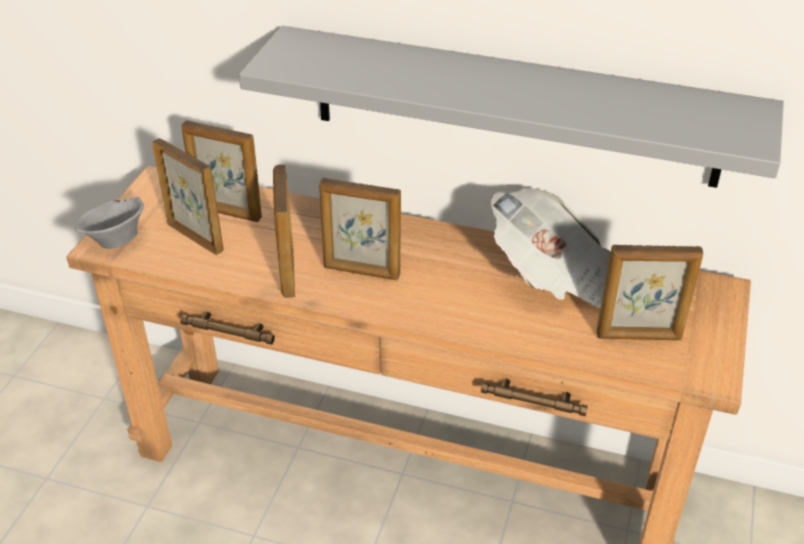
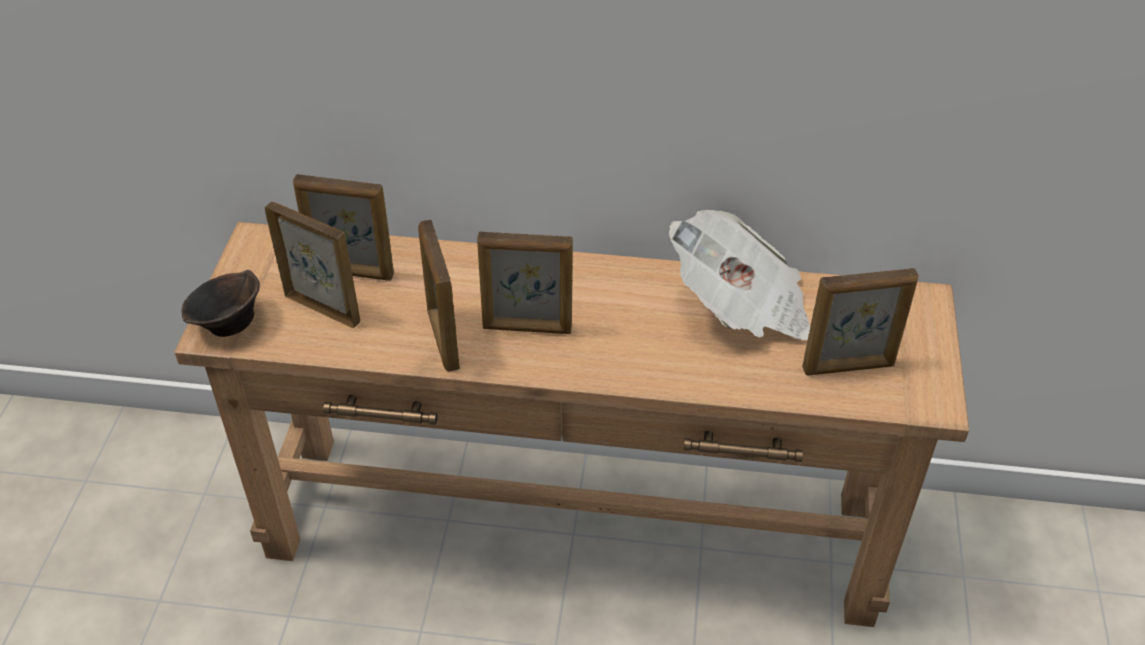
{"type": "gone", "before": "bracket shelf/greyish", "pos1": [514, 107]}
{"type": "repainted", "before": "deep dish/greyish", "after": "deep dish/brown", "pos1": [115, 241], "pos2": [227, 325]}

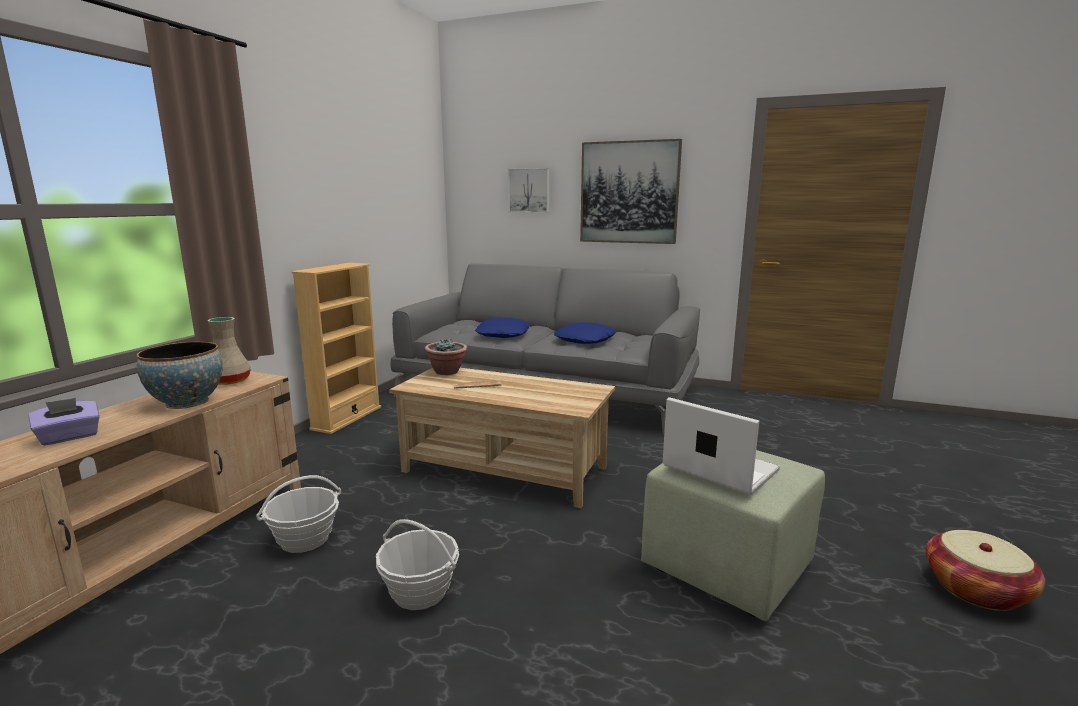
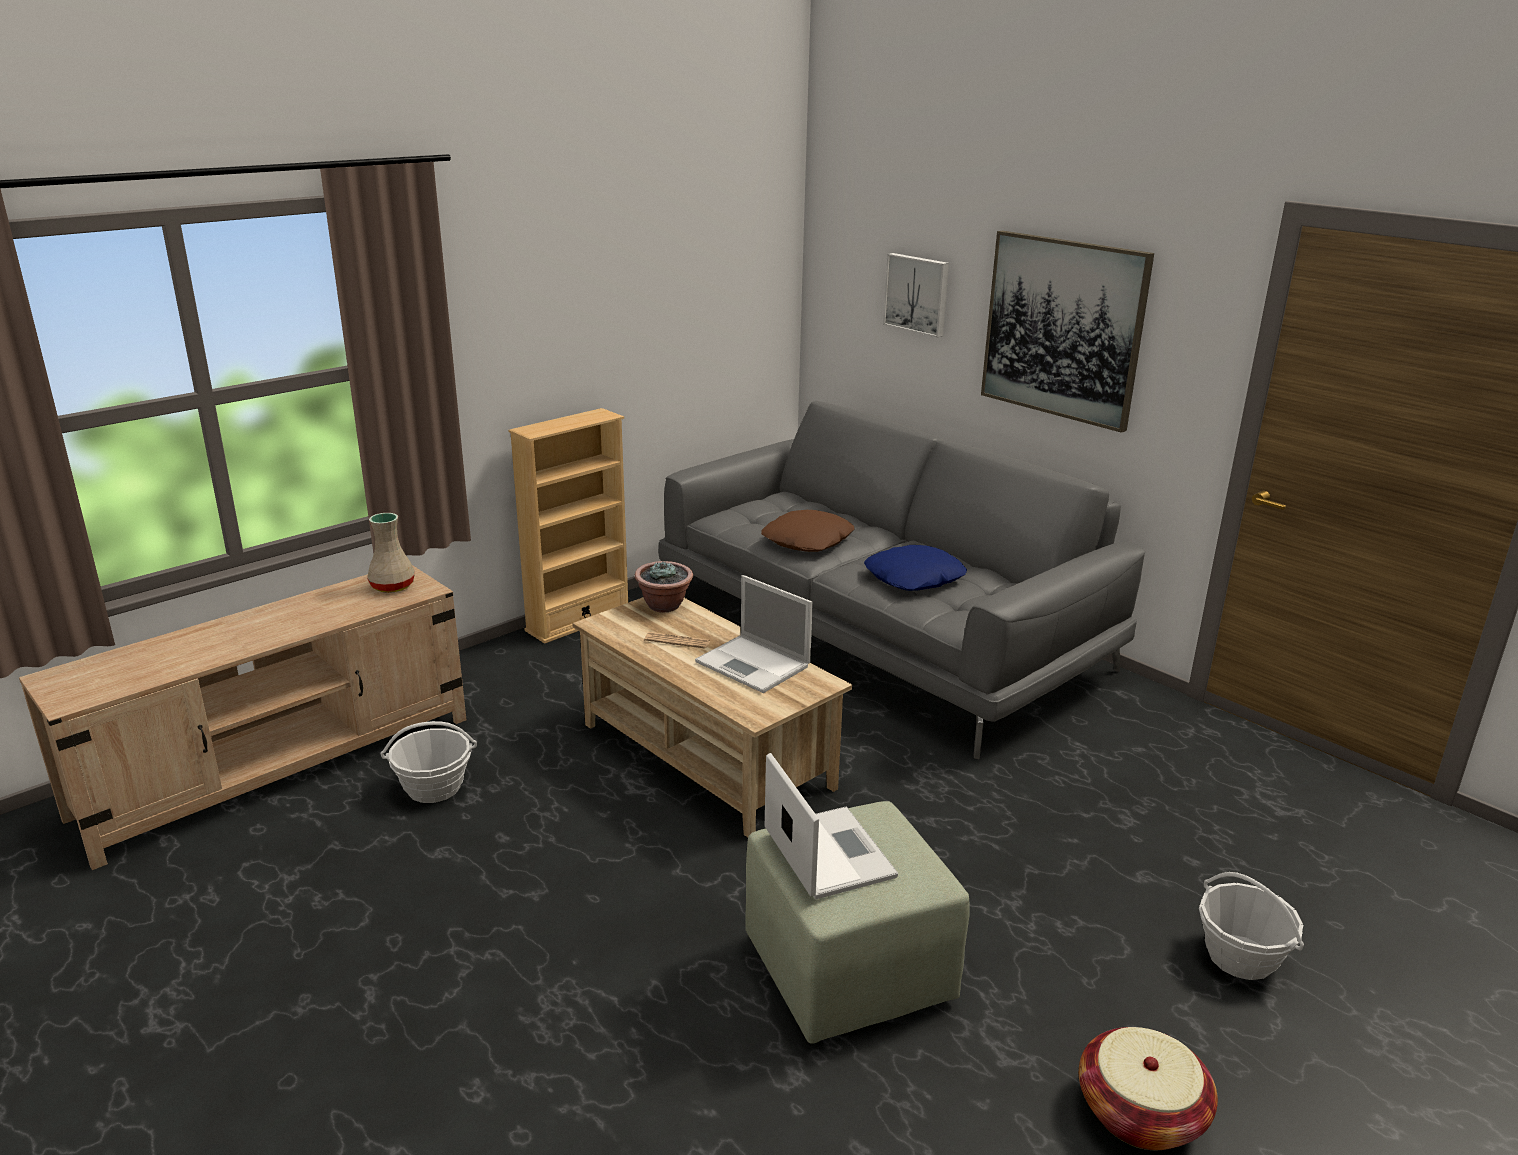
{"type": "gone", "before": "tissue holder/purplish", "pos1": [69, 437]}
{"type": "gone", "before": "deep dish", "pos1": [187, 402]}
{"type": "new", "after": "notebook computer", "pos2": [754, 665]}
{"type": "shifted", "before": "storage basket", "pos1": [420, 592], "pos2": [1240, 957]}
{"type": "repainted", "before": "cushion/blue-coloured", "after": "cushion/brown", "pos1": [503, 334], "pos2": [808, 540]}

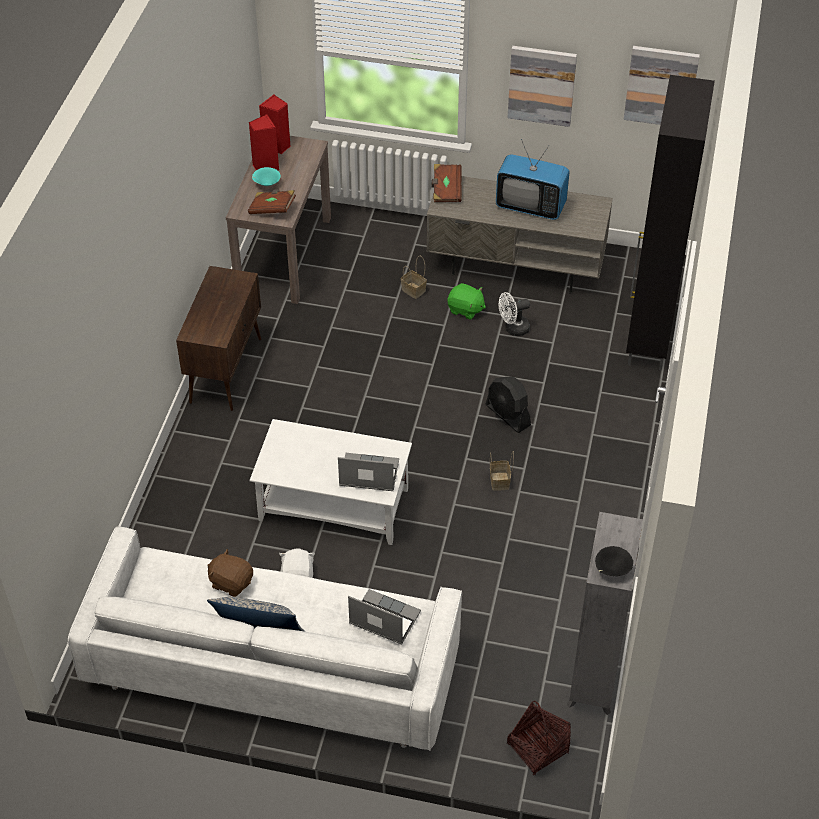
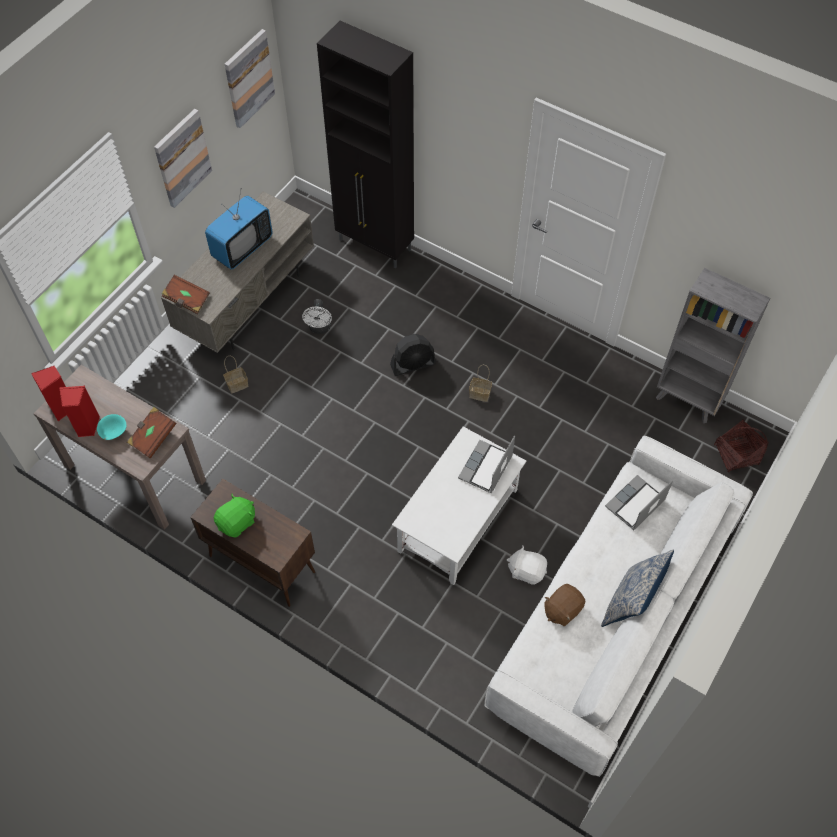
{"type": "gone", "before": "deep dish/blackish", "pos1": [612, 569]}
{"type": "shifted", "before": "plush toy/greenish", "pos1": [465, 309], "pos2": [237, 522]}

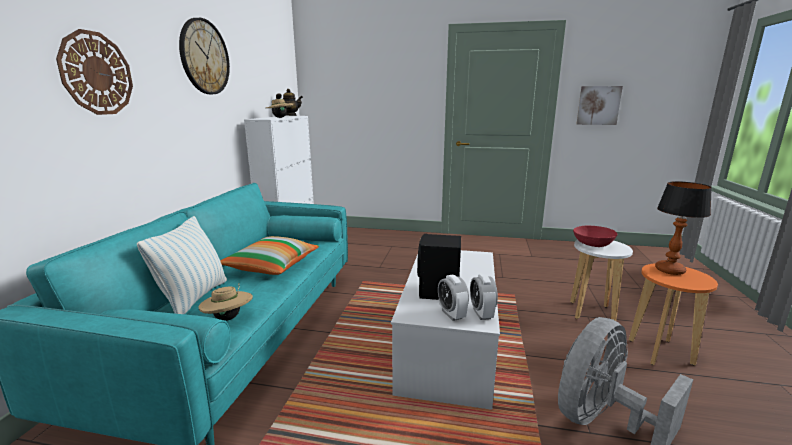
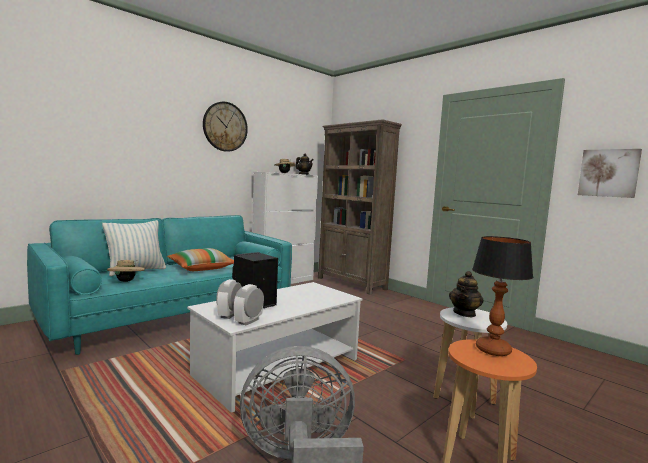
{"type": "gone", "before": "wall clock", "pos1": [96, 73]}
{"type": "new", "after": "bookshelf/brown", "pos2": [351, 283]}
{"type": "swapped", "before": "deep dish/red", "after": "teapot", "pos1": [593, 244], "pos2": [464, 313]}

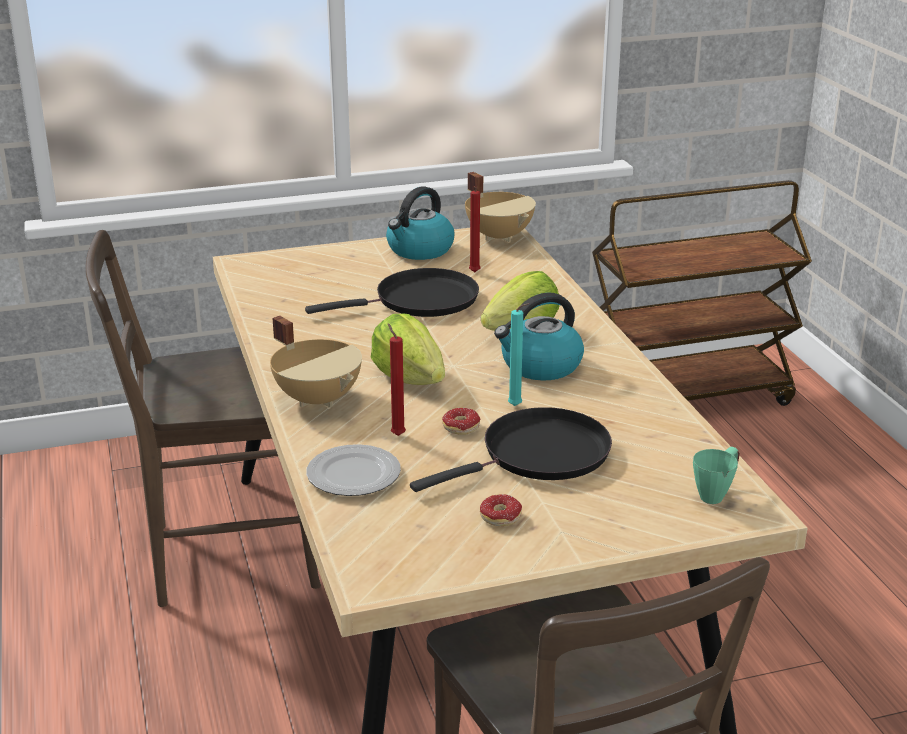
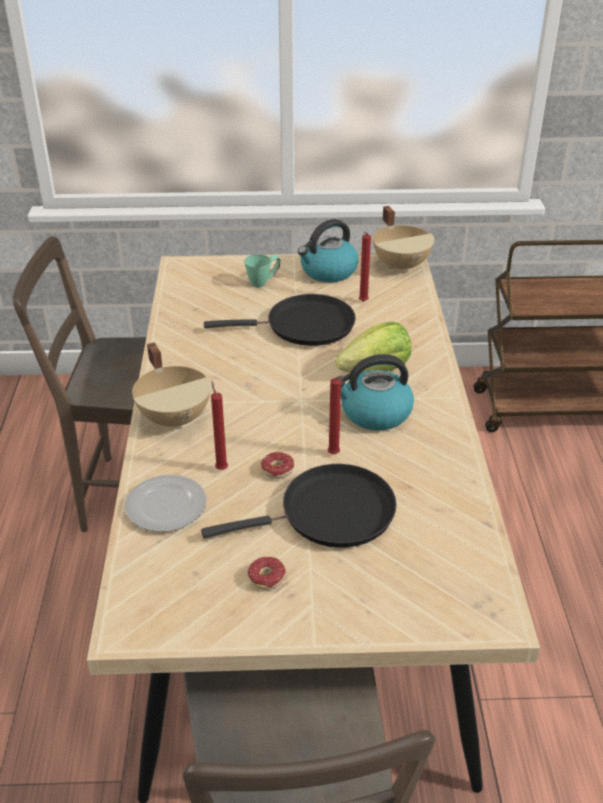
{"type": "gone", "before": "head of lettuce", "pos1": [410, 378]}
{"type": "shifted", "before": "mug/greenish", "pos1": [716, 493], "pos2": [263, 282]}
{"type": "repainted", "before": "wax light/blue-green", "after": "wax light/red", "pos1": [517, 406], "pos2": [335, 455]}

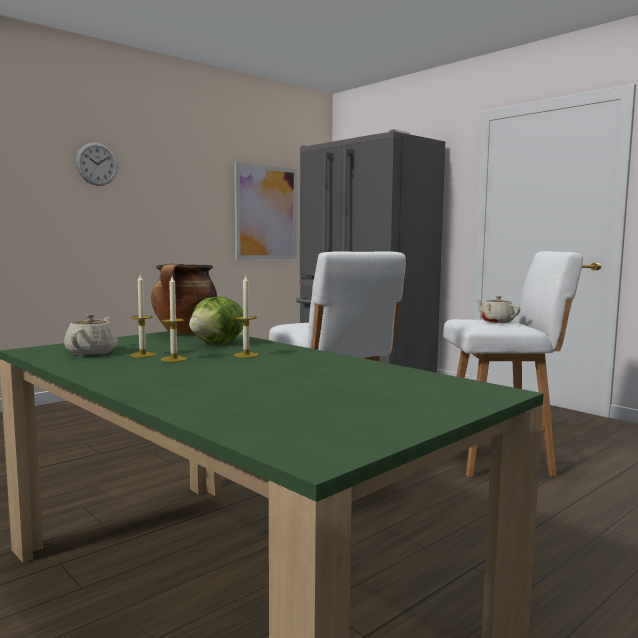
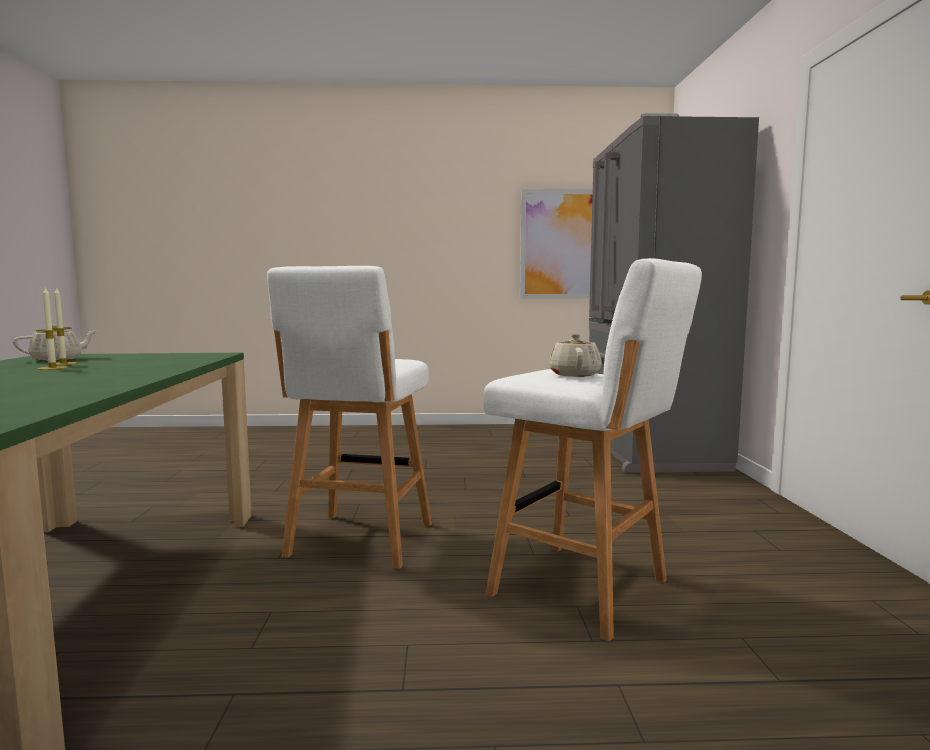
{"type": "gone", "before": "wall clock", "pos1": [97, 164]}
{"type": "gone", "before": "stockpot", "pos1": [185, 333]}
{"type": "gone", "before": "head of lettuce", "pos1": [218, 343]}
{"type": "gone", "before": "wax light", "pos1": [246, 355]}

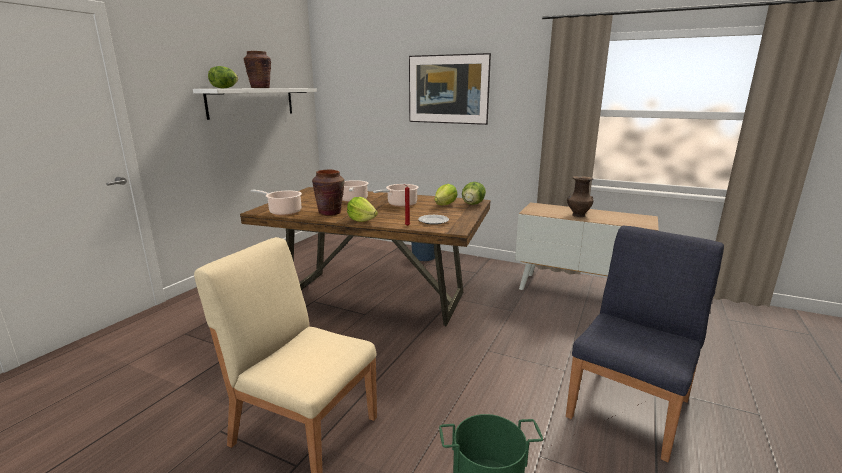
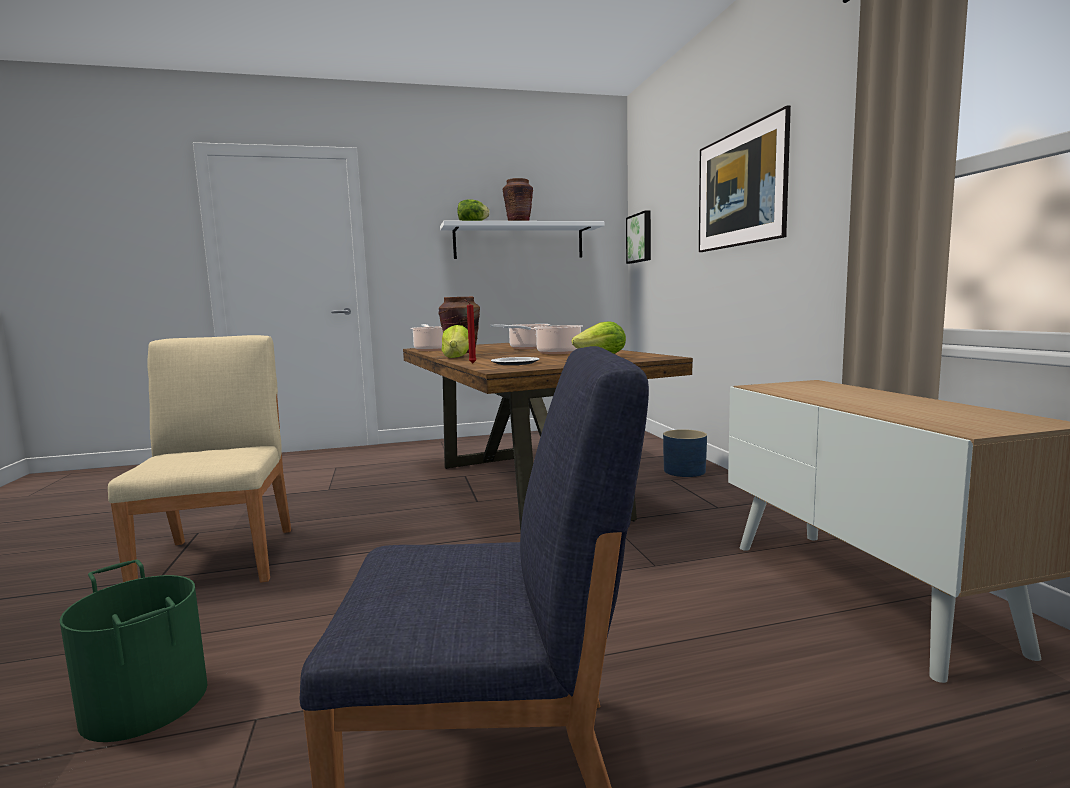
{"type": "gone", "before": "head of lettuce", "pos1": [472, 204]}
{"type": "gone", "before": "decorative vase/brown", "pos1": [577, 215]}
{"type": "new", "after": "wall art", "pos2": [640, 238]}

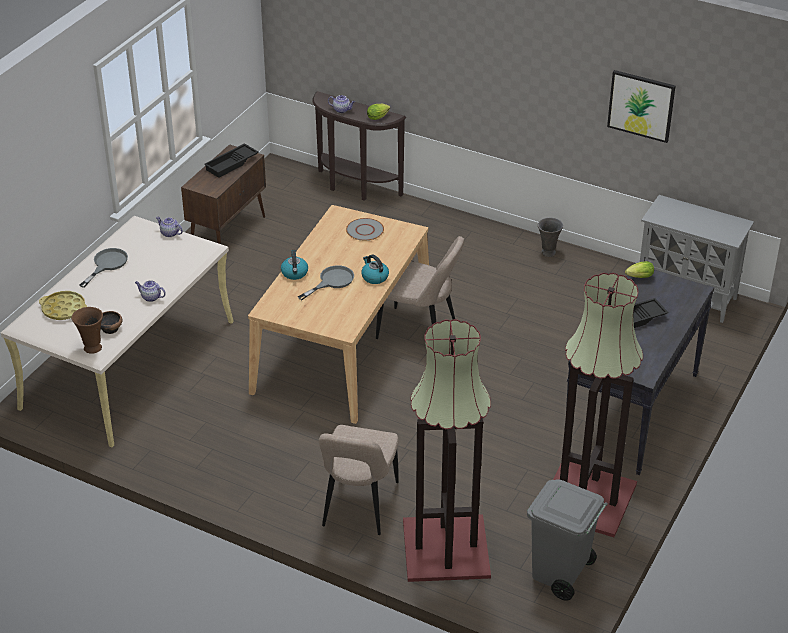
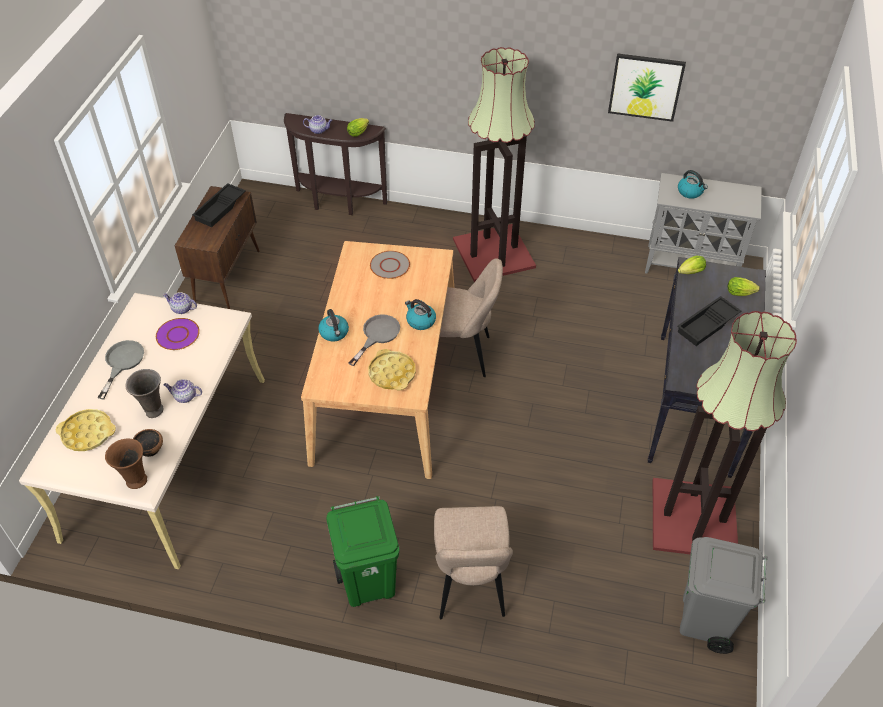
{"type": "new", "after": "plate/purplish", "pos2": [178, 335]}
{"type": "new", "after": "waste bin/greenish", "pos2": [369, 582]}
{"type": "new", "after": "carrying tray/yellowish", "pos2": [392, 373]}
{"type": "new", "after": "water kettle", "pos2": [690, 192]}
{"type": "new", "after": "head of lettuce", "pos2": [741, 293]}
{"type": "shifted", "before": "floor lamp", "pos1": [444, 548], "pos2": [492, 253]}
{"type": "shifted", "before": "decorative vase/greyish", "pos1": [548, 253], "pos2": [153, 411]}

